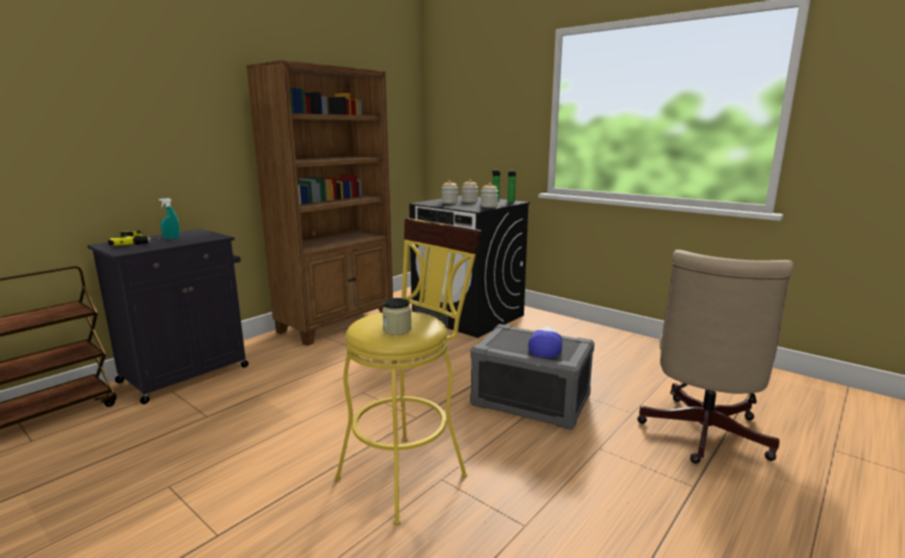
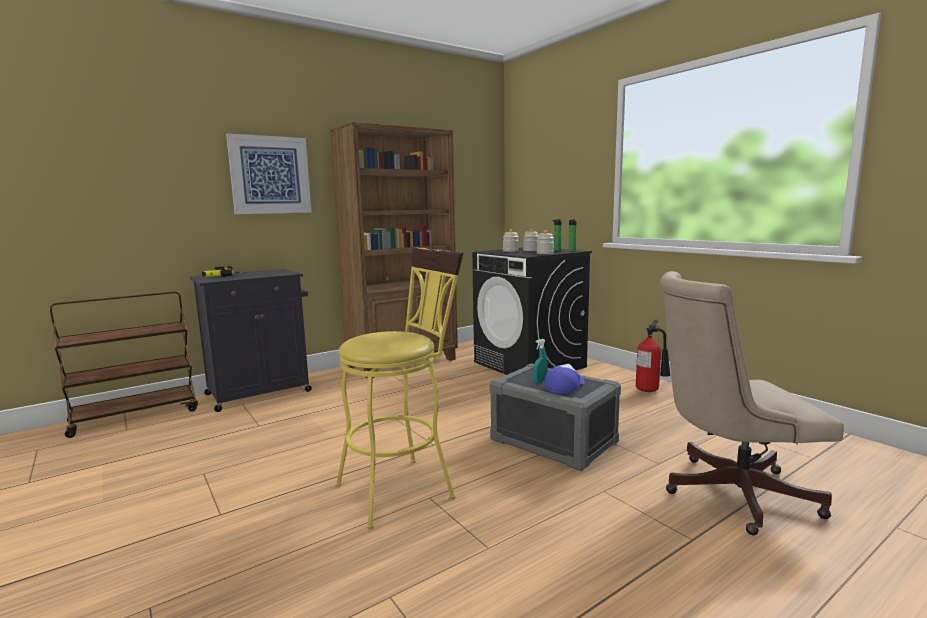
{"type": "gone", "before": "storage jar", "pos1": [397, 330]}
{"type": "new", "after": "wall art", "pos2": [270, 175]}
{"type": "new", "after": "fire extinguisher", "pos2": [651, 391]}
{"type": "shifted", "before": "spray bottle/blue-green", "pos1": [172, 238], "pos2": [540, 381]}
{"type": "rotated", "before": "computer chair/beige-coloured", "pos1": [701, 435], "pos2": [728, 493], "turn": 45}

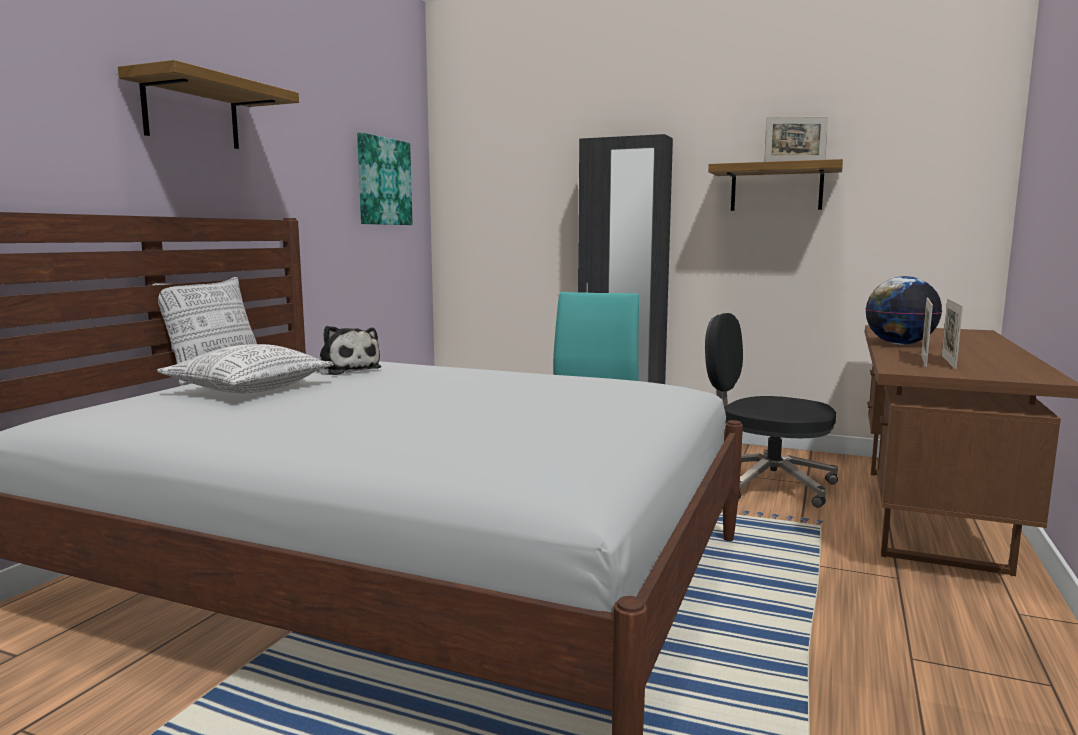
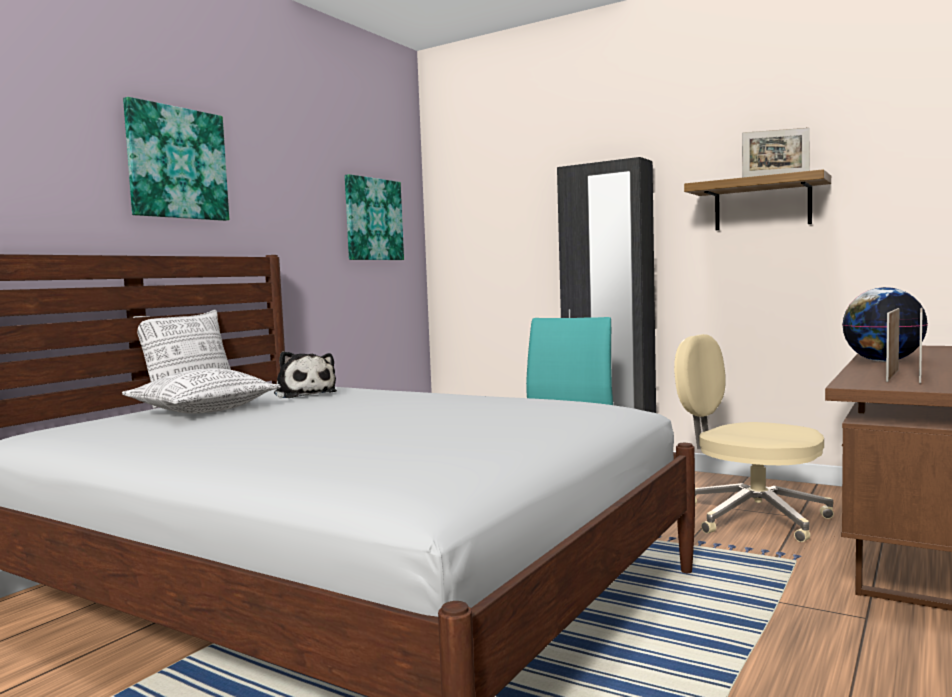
{"type": "swapped", "before": "bracket shelf", "after": "wall art", "pos1": [191, 113], "pos2": [176, 163]}
{"type": "repainted", "before": "computer chair/blackish", "after": "computer chair/beige-coloured", "pos1": [766, 484], "pos2": [751, 517]}

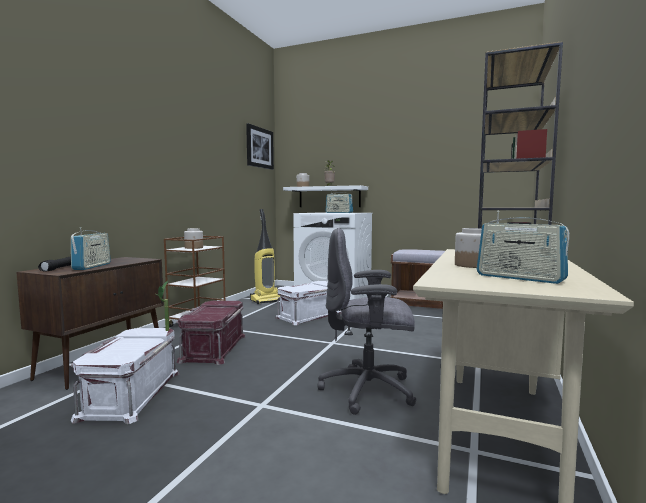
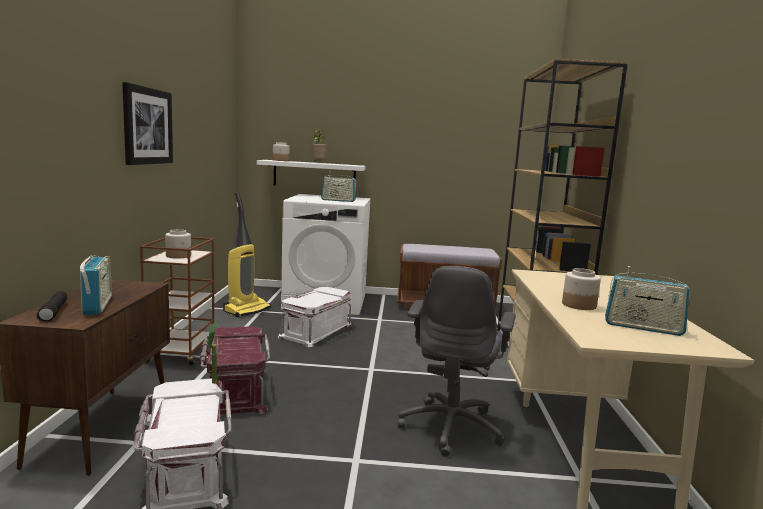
{"type": "shifted", "before": "wall art", "pos1": [259, 147], "pos2": [147, 126]}
{"type": "rotated", "before": "computer chair/greyish", "pos1": [369, 391], "pos2": [451, 427], "turn": -60}

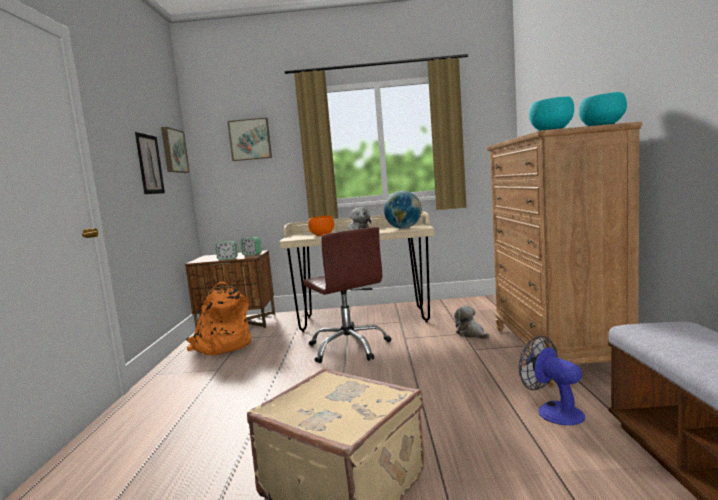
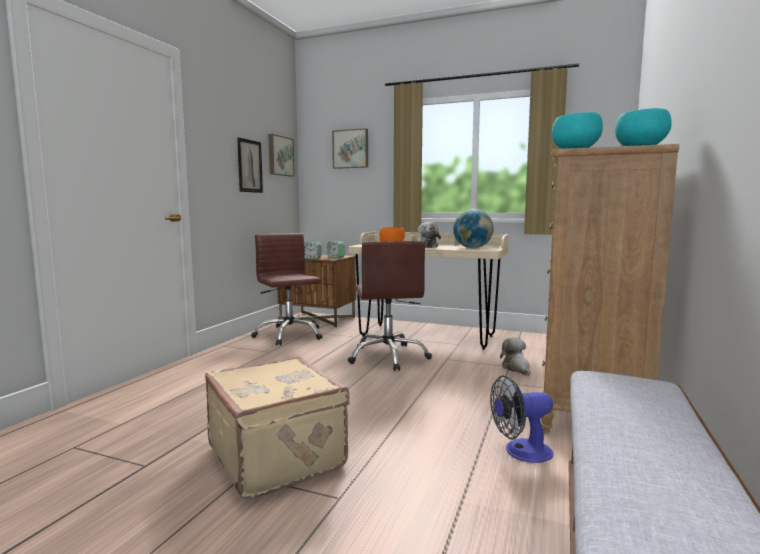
{"type": "swapped", "before": "knapsack/orange", "after": "computer chair/brown", "pos1": [222, 346], "pos2": [289, 335]}
{"type": "rotated", "before": "cooling fan", "pos1": [553, 411], "pos2": [520, 452], "turn": -90}

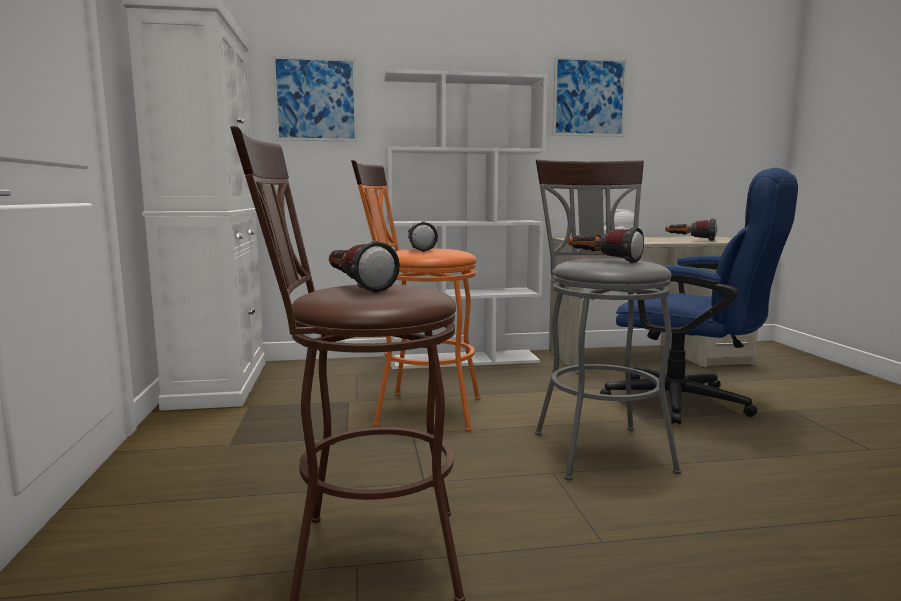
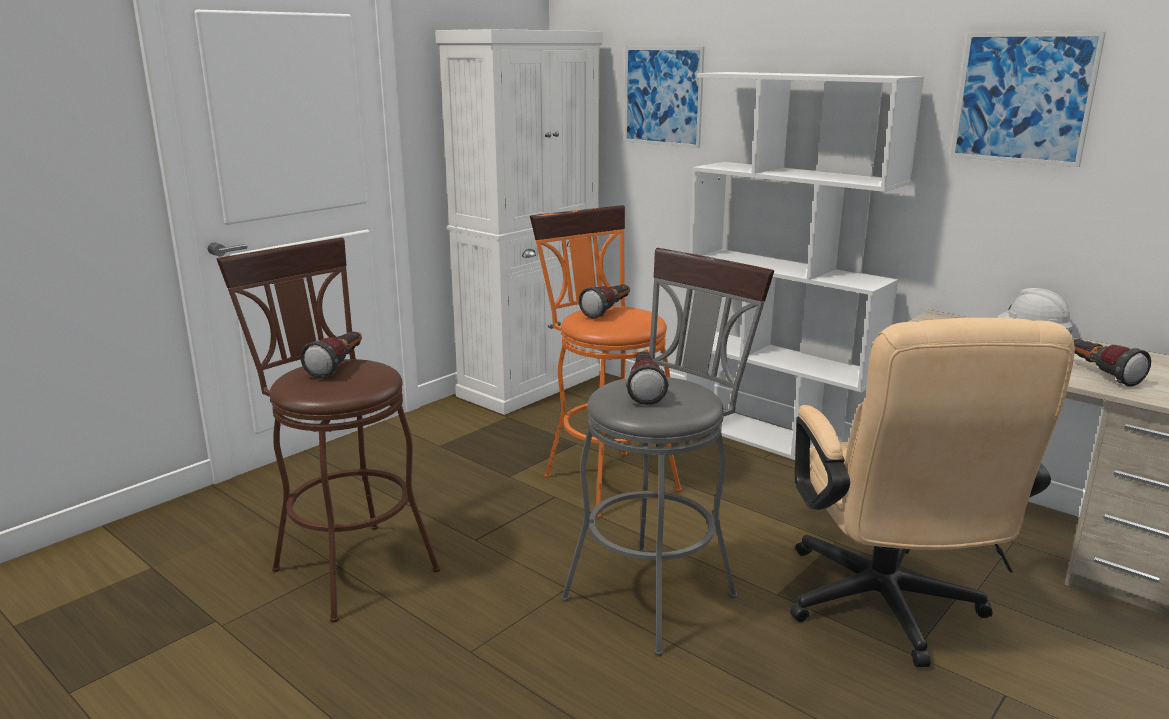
{"type": "repainted", "before": "computer chair/blue-coloured", "after": "computer chair/beige-coloured", "pos1": [690, 403], "pos2": [887, 612]}

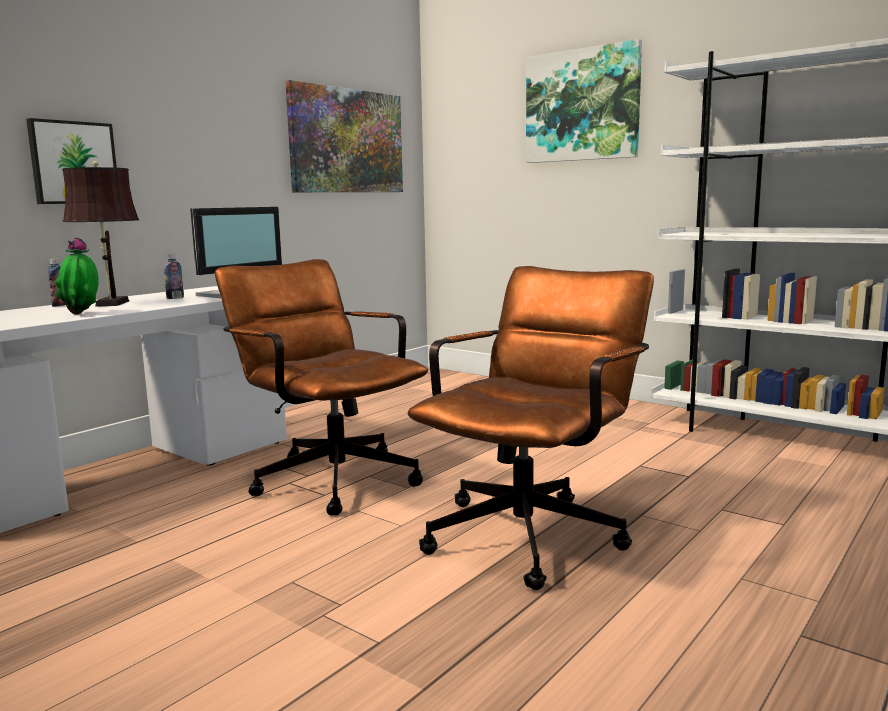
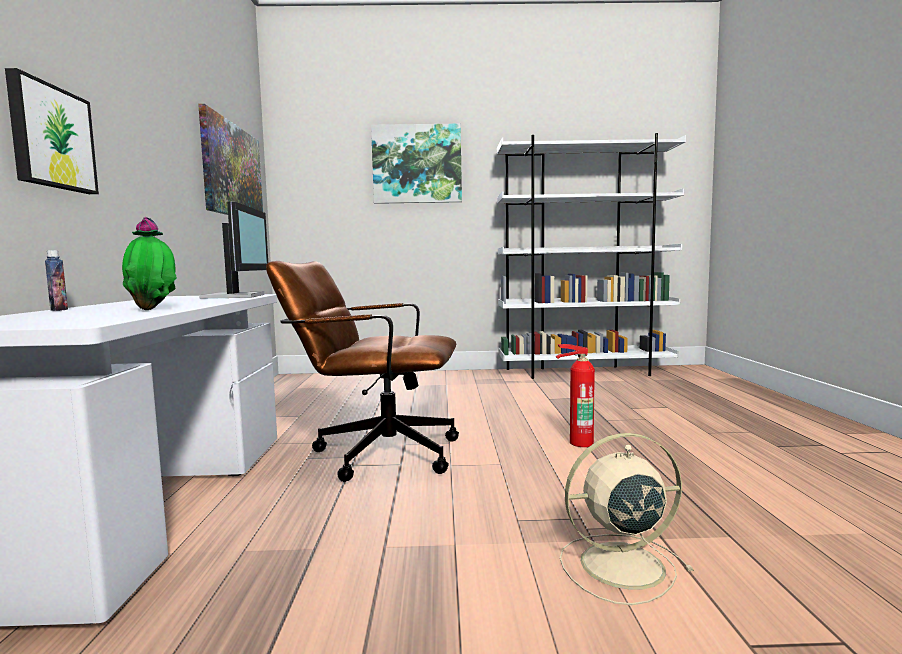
{"type": "gone", "before": "table lamp/brown", "pos1": [111, 304]}
{"type": "gone", "before": "bottle", "pos1": [175, 298]}
{"type": "new", "after": "cooling fan/beige-coloured", "pos2": [618, 565]}
{"type": "swapped", "before": "computer chair/brown", "after": "fire extinguisher", "pos1": [533, 531], "pos2": [578, 442]}

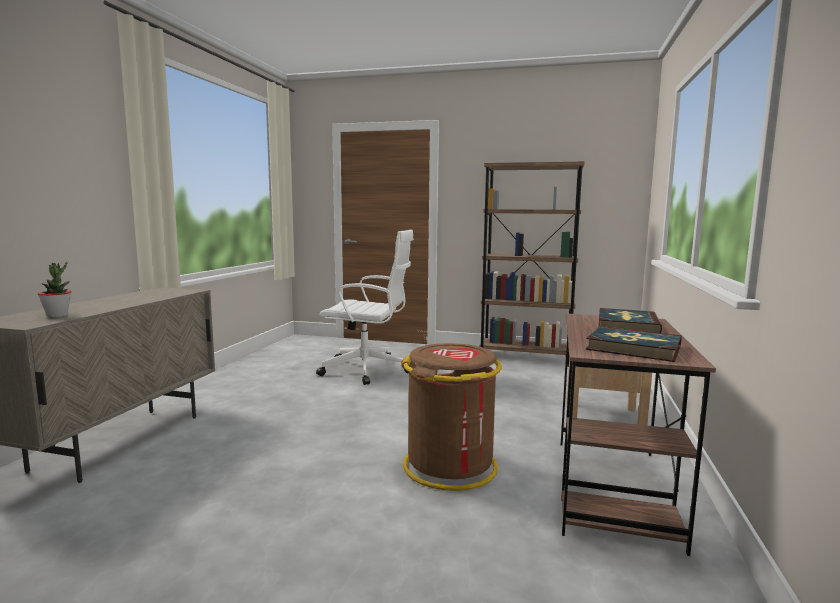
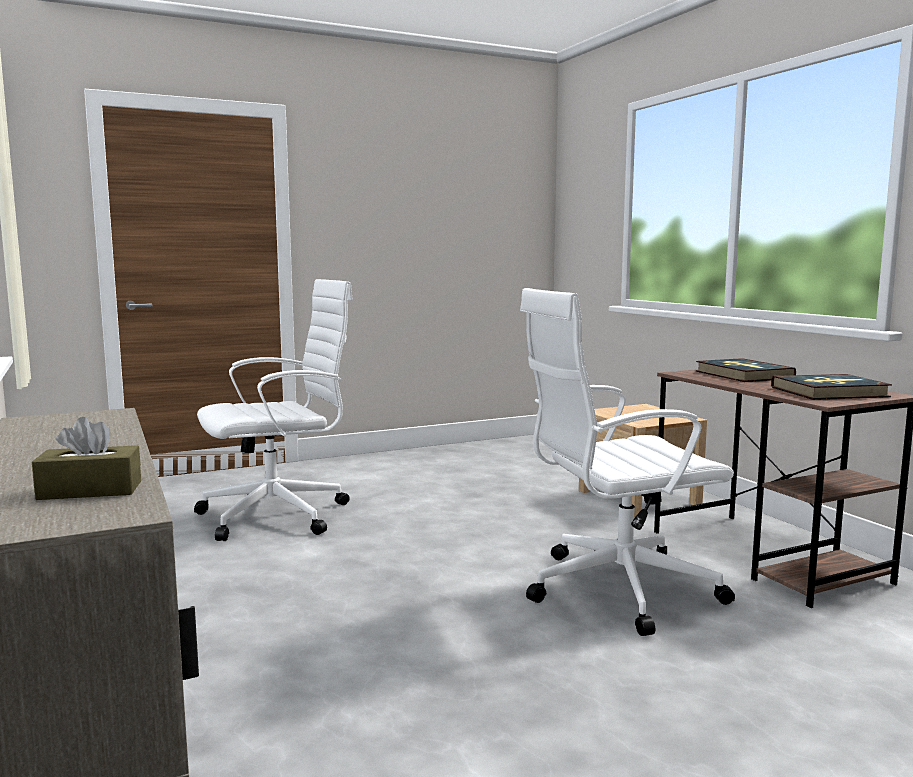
{"type": "gone", "before": "bookshelf/brown", "pos1": [525, 357]}
{"type": "swapped", "before": "houseplant", "after": "tissue holder/brown", "pos1": [57, 315], "pos2": [90, 490]}
{"type": "swapped", "before": "waste bin/brown", "after": "computer chair/whitish", "pos1": [450, 467], "pos2": [615, 589]}

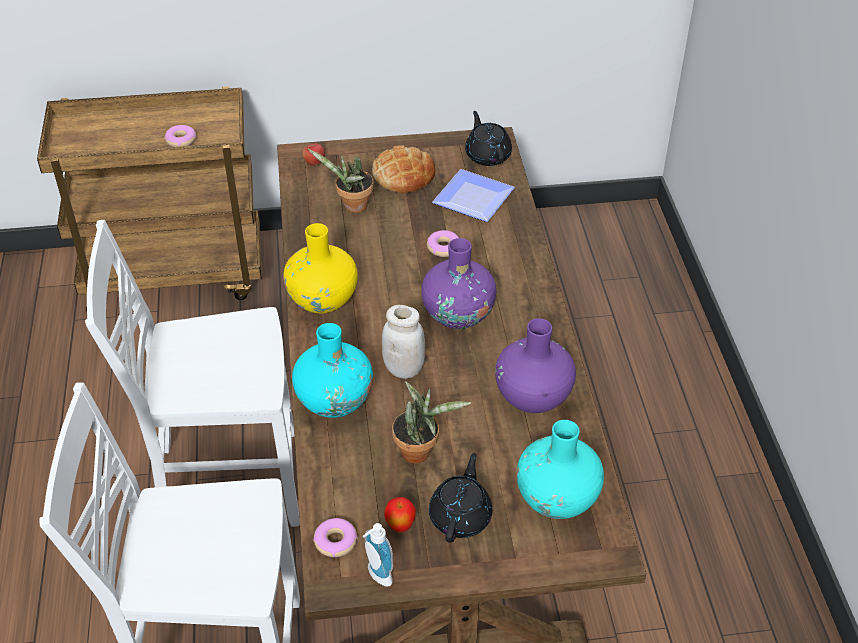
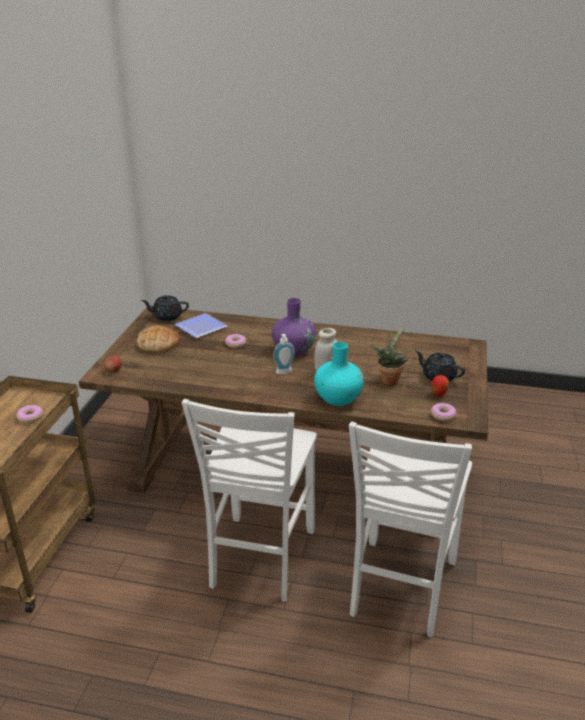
{"type": "gone", "before": "decorative vase/yellowish", "pos1": [322, 299]}
{"type": "gone", "before": "houseplant", "pos1": [352, 206]}
{"type": "gone", "before": "decorative vase/purplish", "pos1": [532, 396]}
{"type": "gone", "before": "decorative vase/blue-green", "pos1": [557, 498]}
{"type": "shifted", "before": "liquid soap bottle", "pos1": [376, 576], "pos2": [284, 373]}

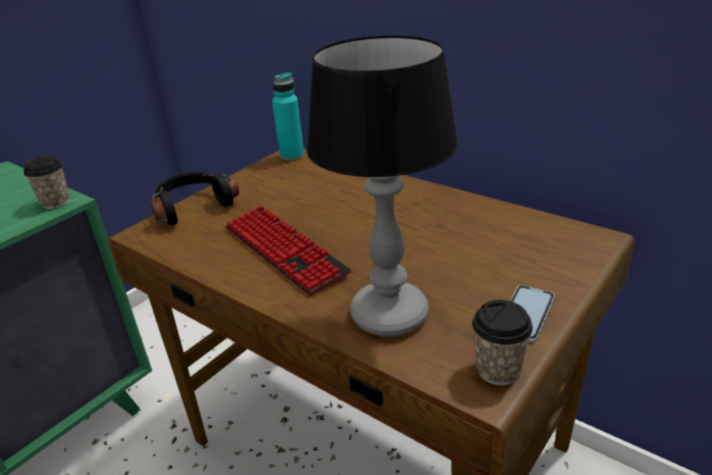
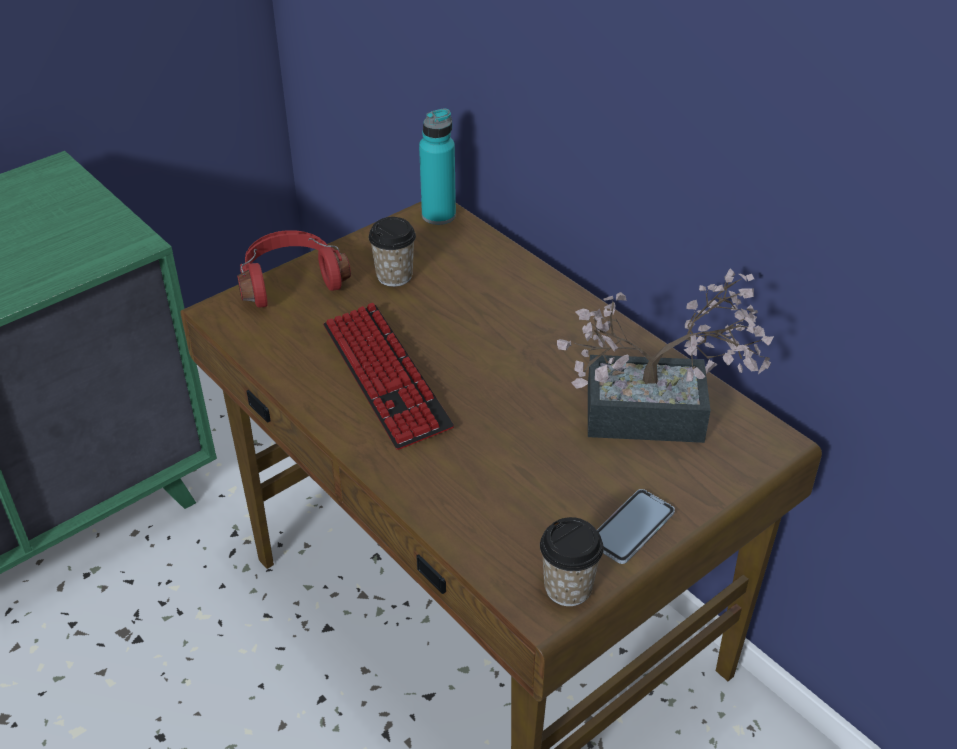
{"type": "gone", "before": "table lamp", "pos1": [391, 316]}
{"type": "new", "after": "houseplant", "pos2": [660, 415]}
{"type": "shifted", "before": "cup", "pos1": [56, 202], "pos2": [394, 276]}
{"type": "repainted", "before": "headphones/blackish", "after": "headphones/red", "pos1": [192, 206], "pos2": [290, 280]}

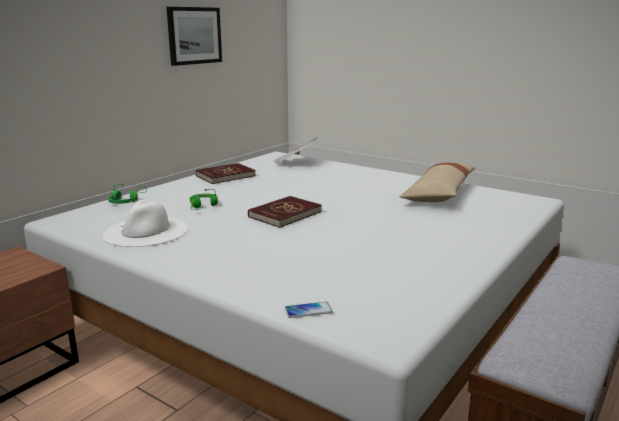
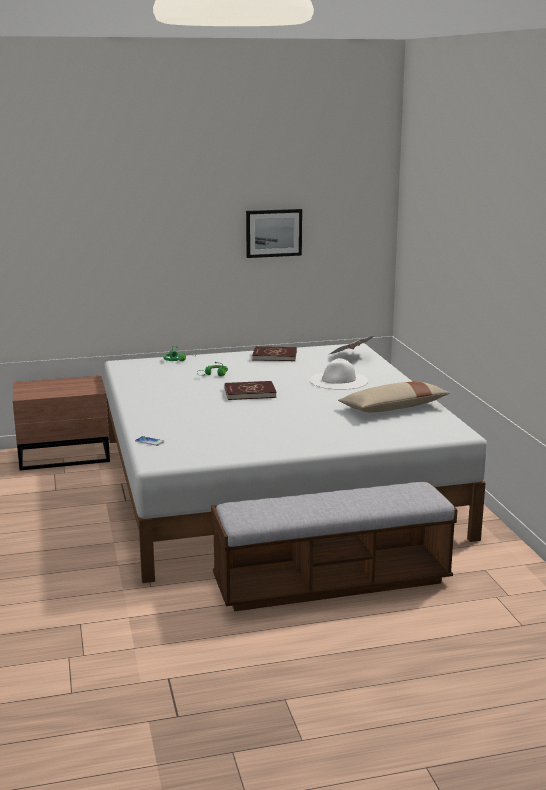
{"type": "shifted", "before": "hat/whitish", "pos1": [146, 231], "pos2": [338, 380]}

